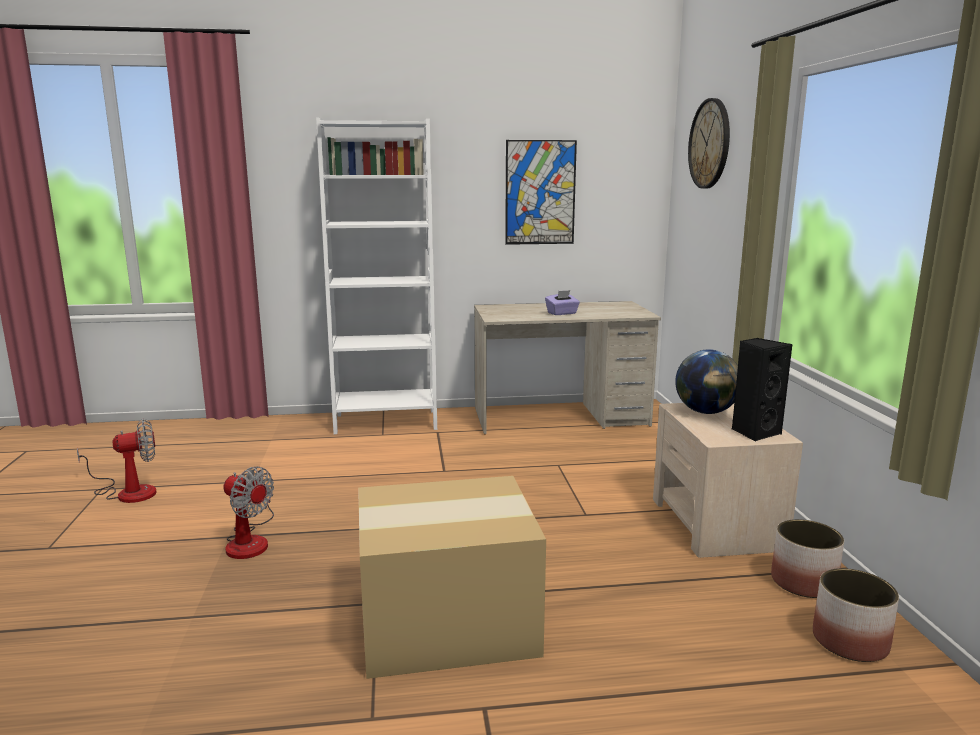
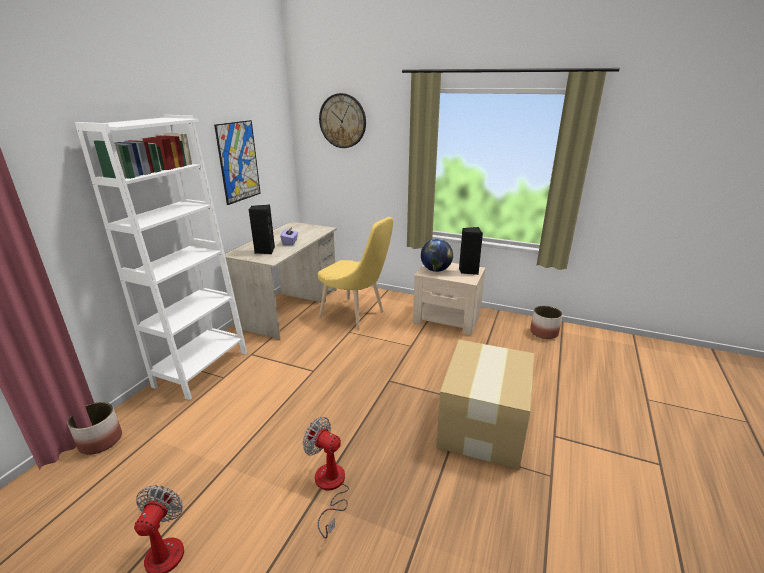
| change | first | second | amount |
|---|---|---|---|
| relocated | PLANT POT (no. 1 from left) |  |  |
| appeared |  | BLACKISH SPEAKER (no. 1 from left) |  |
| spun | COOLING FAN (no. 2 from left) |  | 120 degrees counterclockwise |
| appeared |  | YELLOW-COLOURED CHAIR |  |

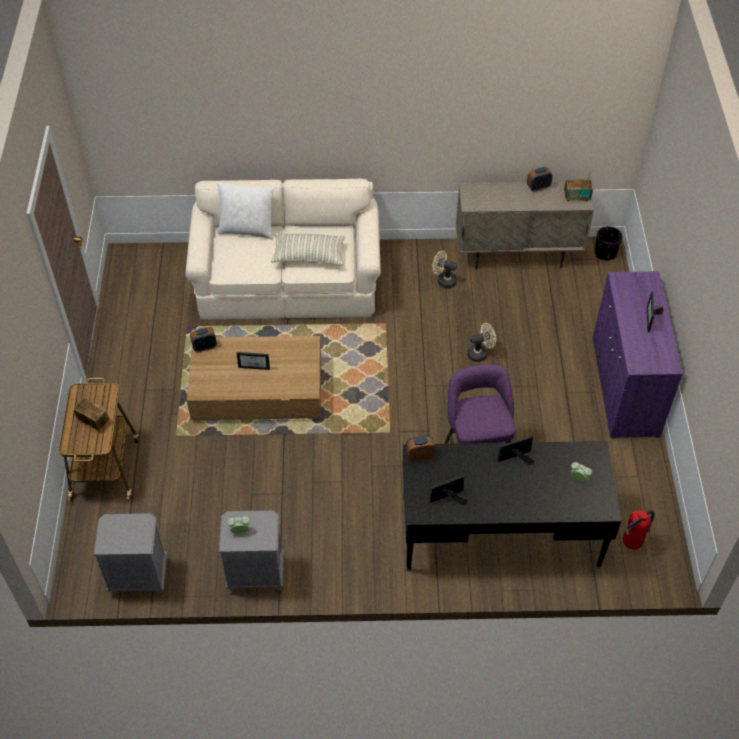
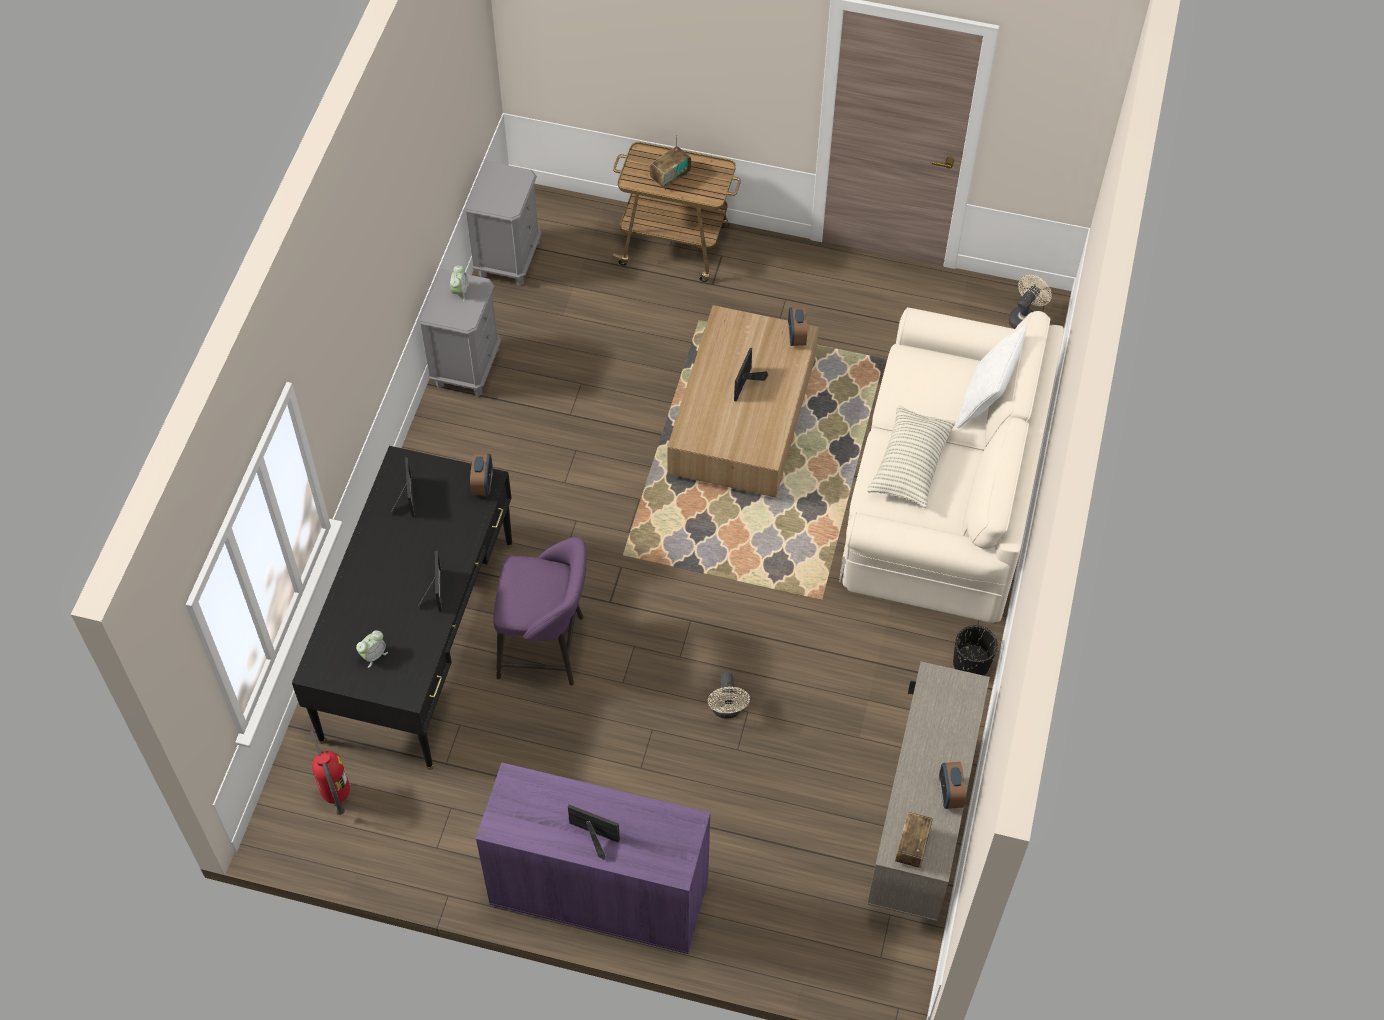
| change | first | second | amount |
|---|---|---|---|
| relocated | BLACKISH PLANT POT |  |  |
| relocated | BEIGE-COLOURED COOLING FAN (no. 1 from left in the first image) | BEIGE-COLOURED COOLING FAN (no. 2 from left) |  |

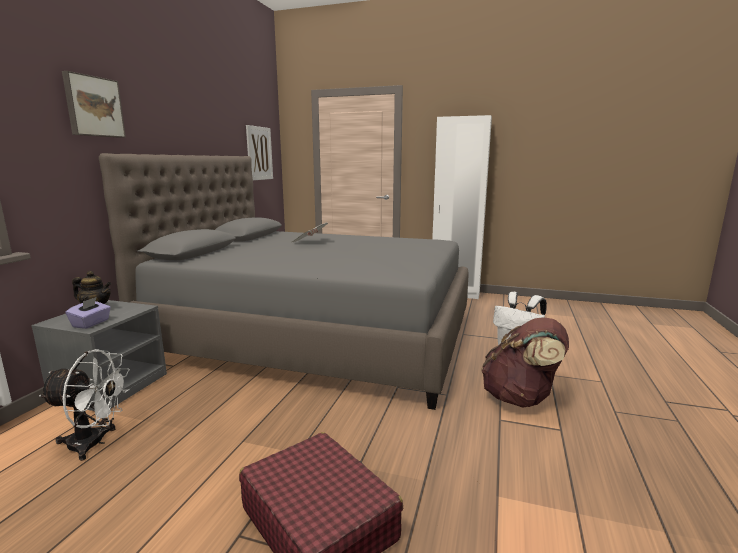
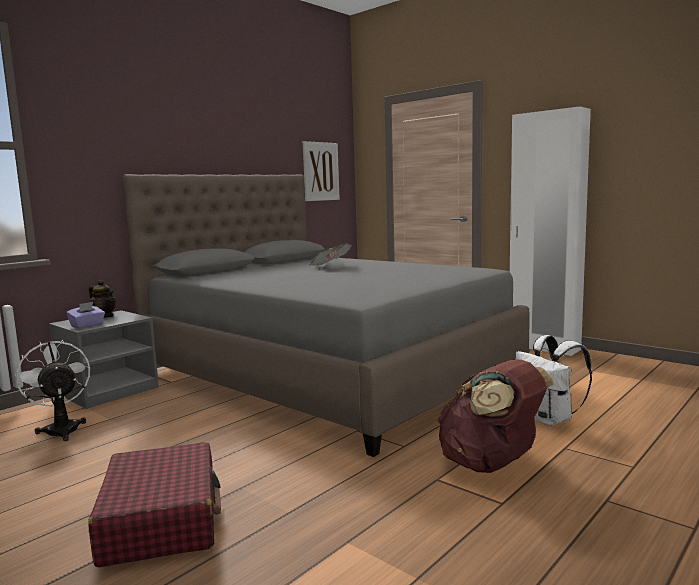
| change | first | second | amount |
|---|---|---|---|
| spun | WHITE COOLING FAN |  | 150 degrees counterclockwise |
| missing | WALL ART (no. 1 from left) |  |  |

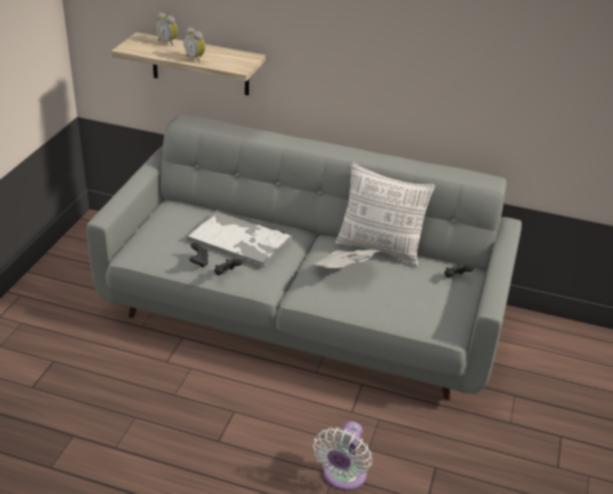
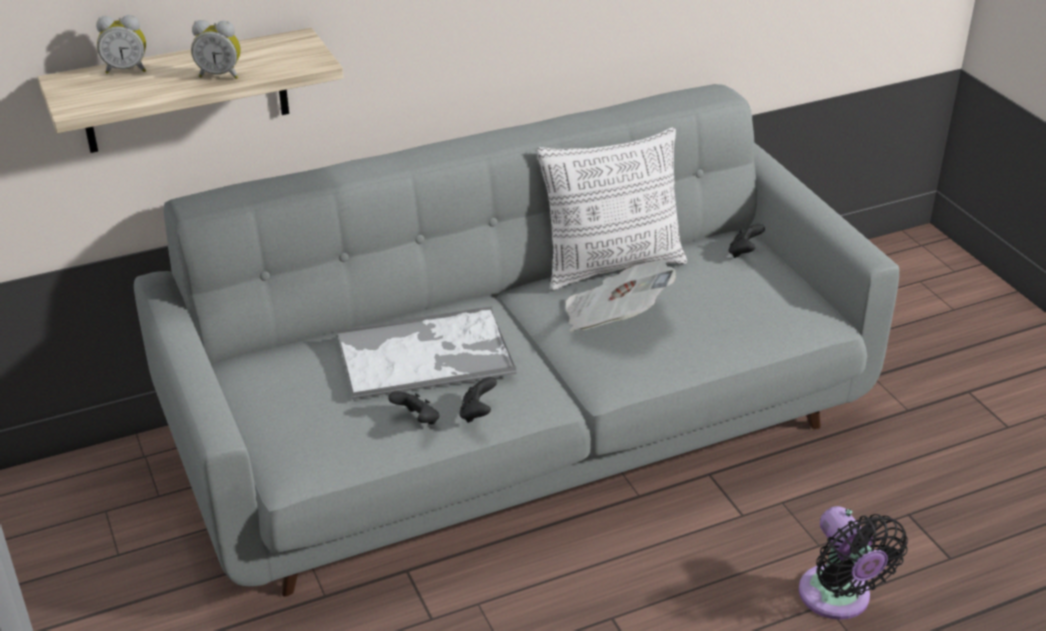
| change | first | second | amount |
|---|---|---|---|
| colour | WHITE COOLING FAN | BLACKISH COOLING FAN |  |

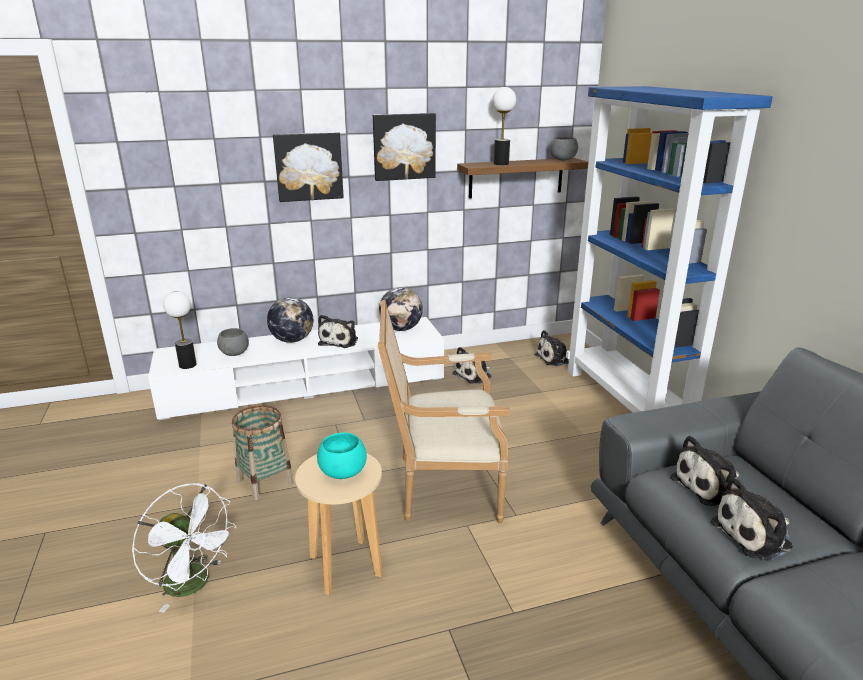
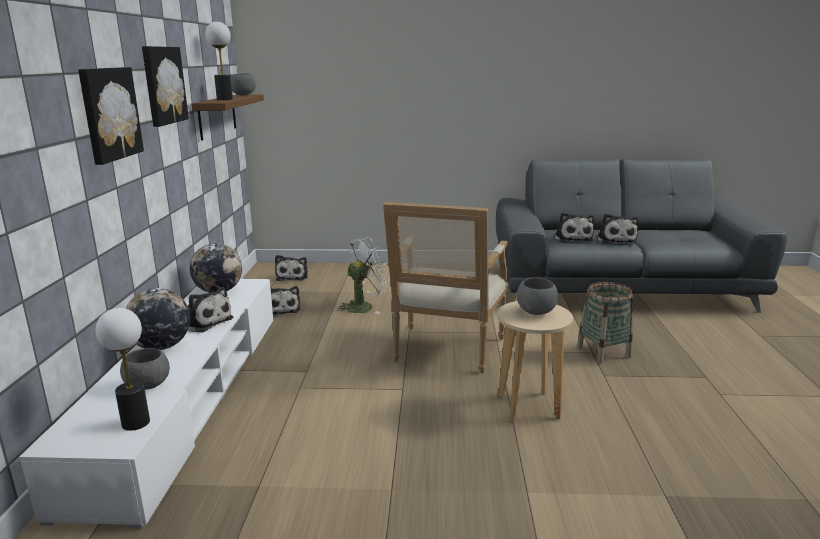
| change | first | second | amount |
|---|---|---|---|
| relocated | WHITE COOLING FAN |  |  |
| colour | TURQUOISE-COLOURED BOWL | GRAY BOWL (no. 3 from left) |  |
| relocated | BASKET |  |  |
| missing | BLUISH BOOKCASE |  |  |

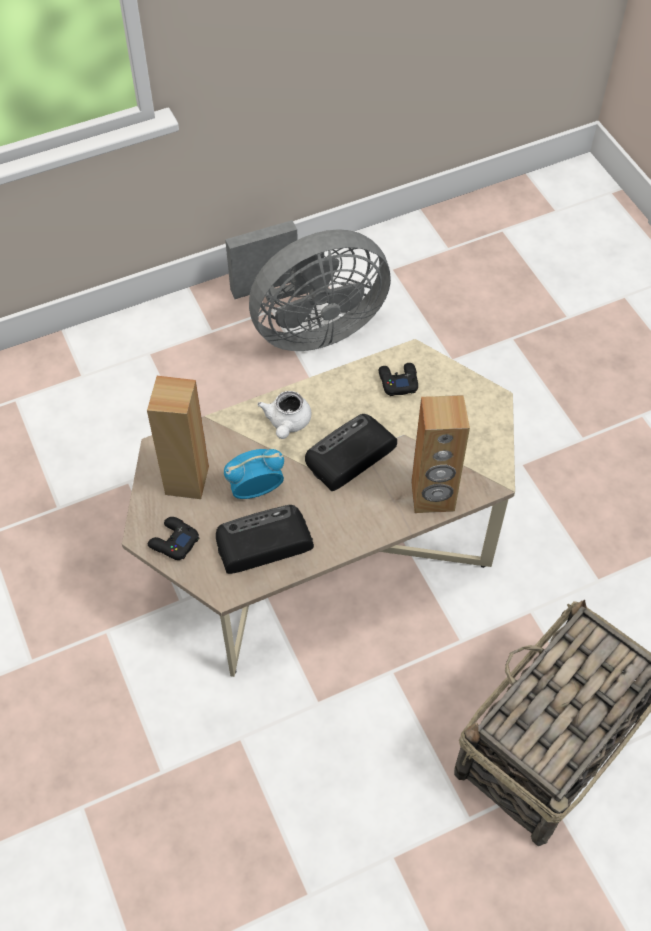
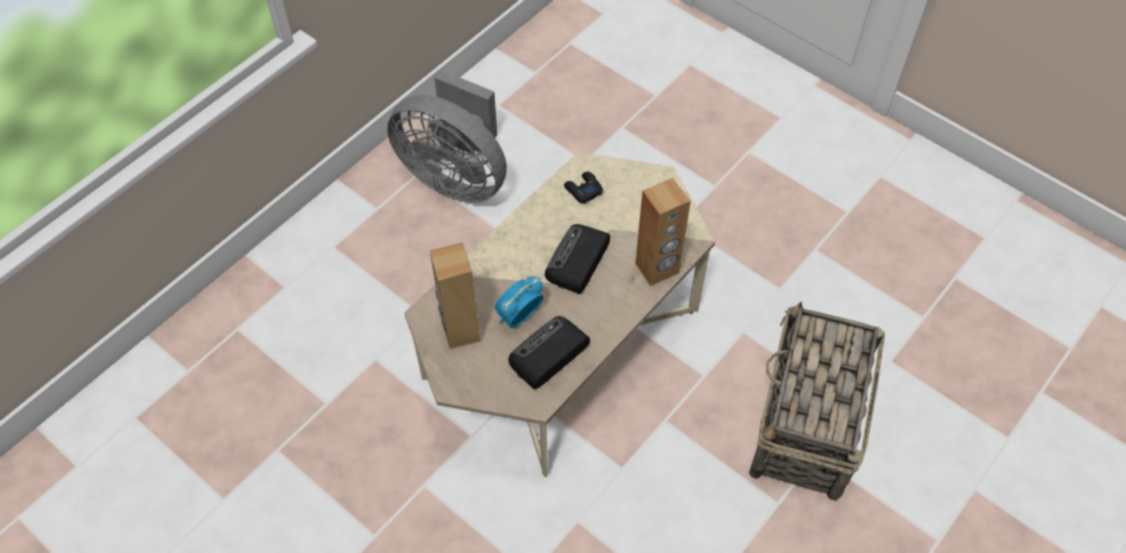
| change | first | second | amount |
|---|---|---|---|
| spun | GRAY COOLING FAN |  | 75 degrees clockwise |
| missing | BLACKISH GAMEPAD (no. 1 from left) |  |  |
| missing | WHITE TEA POT |  |  |

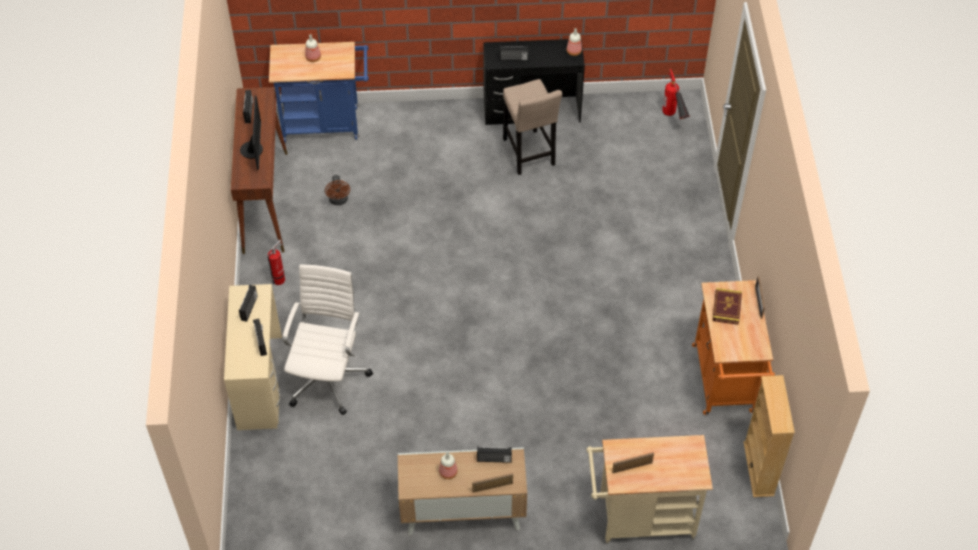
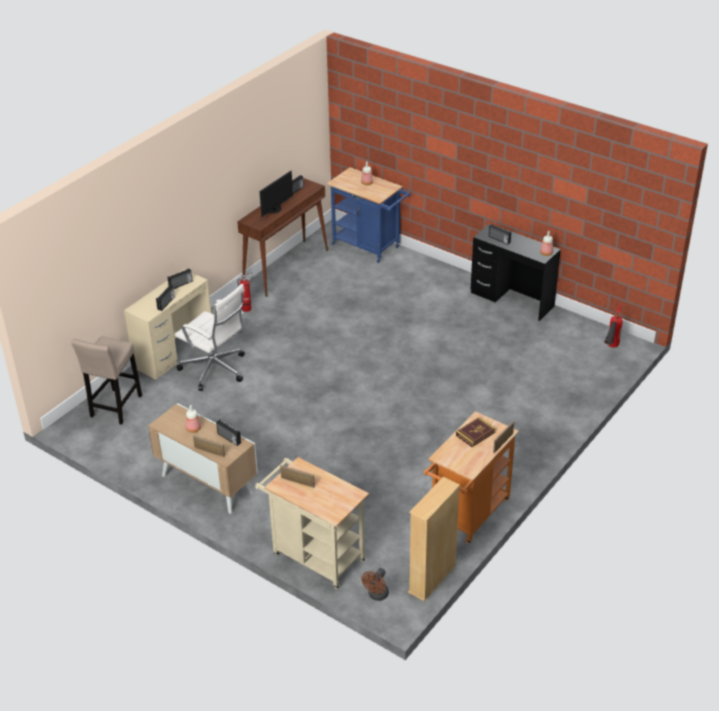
| change | first | second | amount |
|---|---|---|---|
| relocated | BEIGE-COLOURED SITTING STOOL |  |  |
| spun | WHITE COMPUTER CHAIR |  | 75 degrees clockwise |
| relocated | BROWN-COLOURED COOLING FAN |  |  |

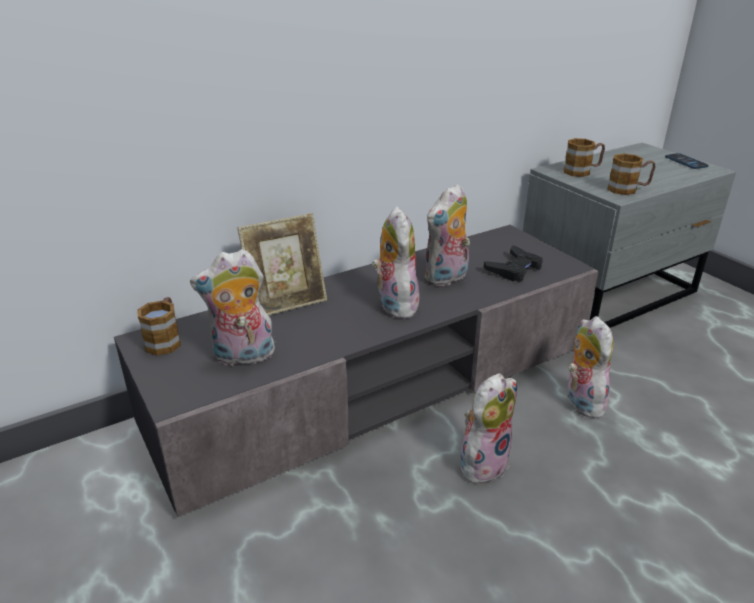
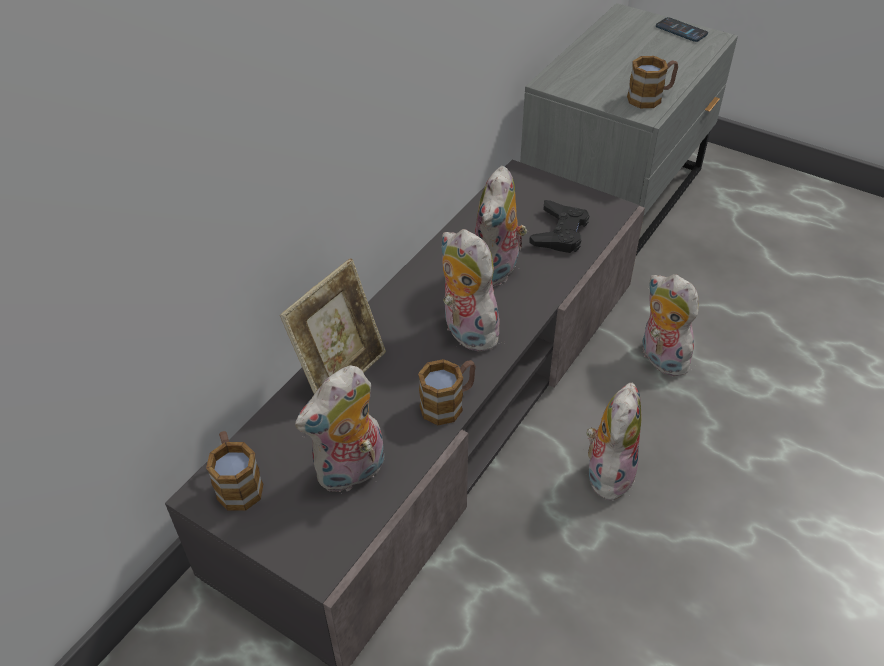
| change | first | second | amount |
|---|---|---|---|
| relocated | MUG (no. 2 from left) |  |  |

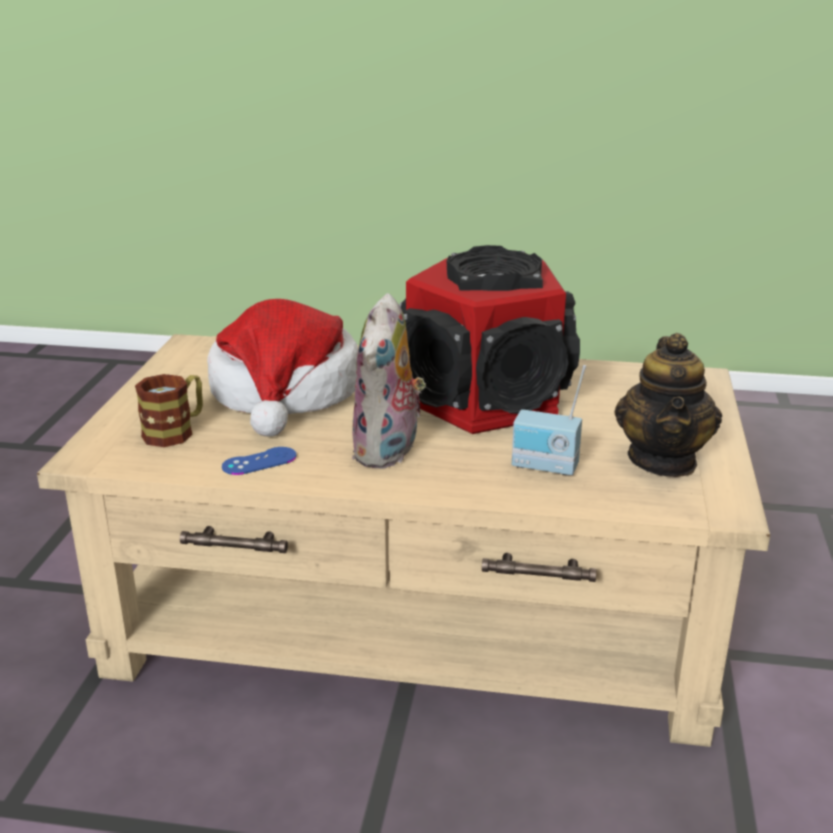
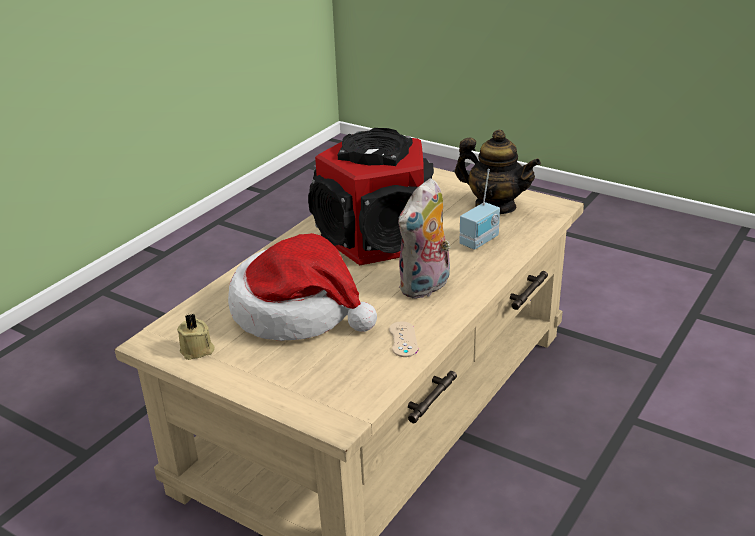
| change | first | second | amount |
|---|---|---|---|
| appeared |  | BEIGE-COLOURED CANDLE |  |
| colour | BLUISH GAMEPAD | BEIGE-COLOURED GAMEPAD |  |
| spun | CUDDLY TOY |  | 90 degrees clockwise |
| missing | MUG |  |  |

